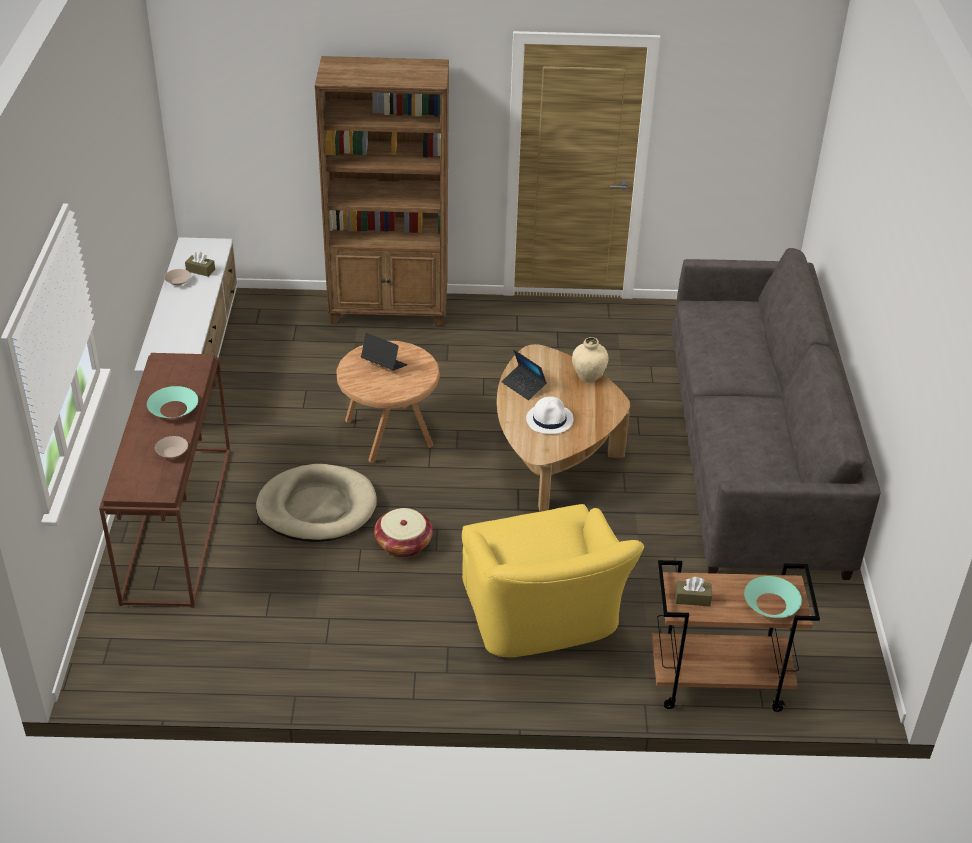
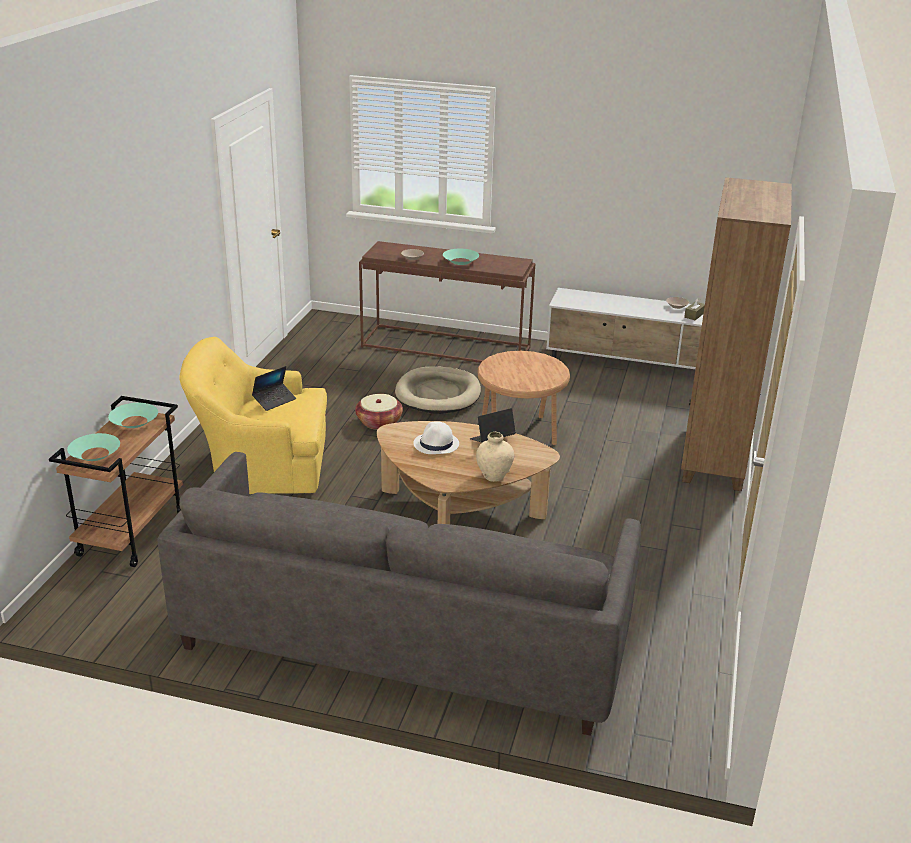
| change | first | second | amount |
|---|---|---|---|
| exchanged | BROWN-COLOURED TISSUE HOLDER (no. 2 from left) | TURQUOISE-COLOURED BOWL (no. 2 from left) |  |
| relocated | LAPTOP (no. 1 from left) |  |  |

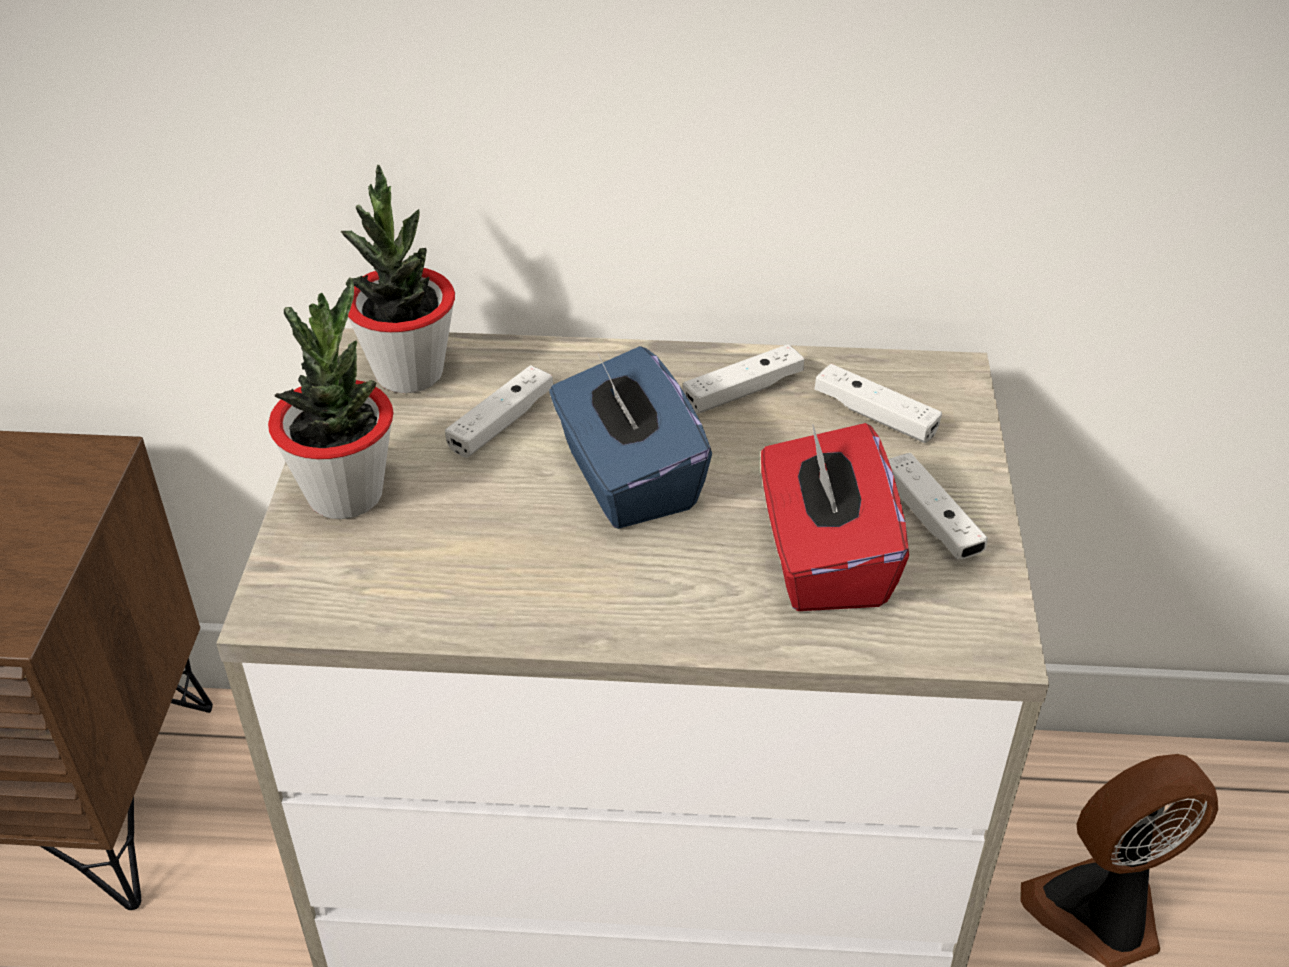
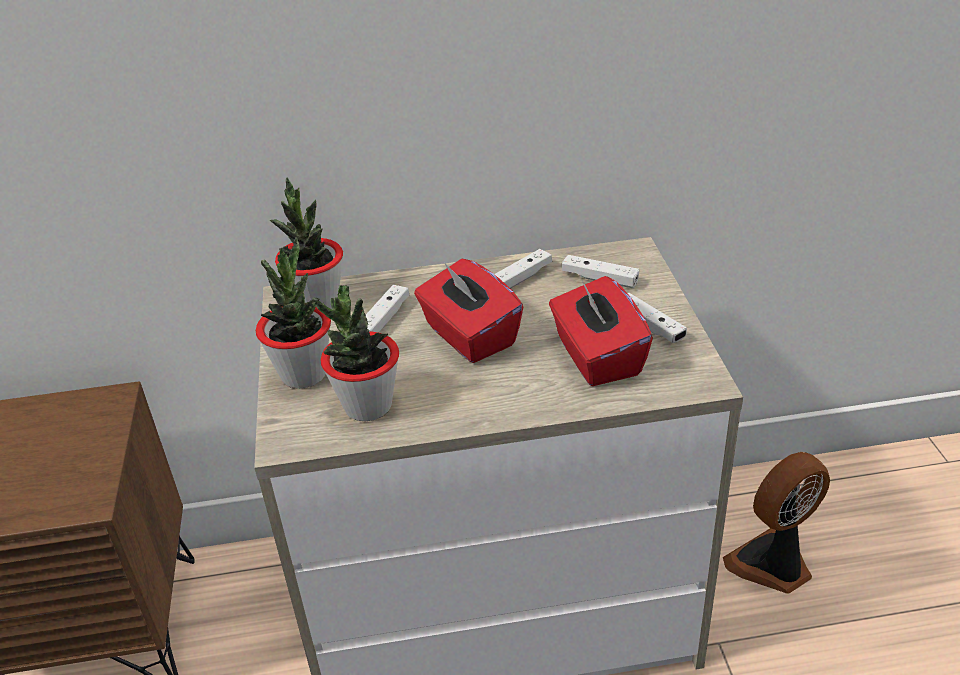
| change | first | second | amount |
|---|---|---|---|
| appeared |  | PLANT IN A POT (no. 3 from left) |  |
| colour | BLUISH TISSUE HOLDER | RED TISSUE HOLDER (no. 1 from left) |  |

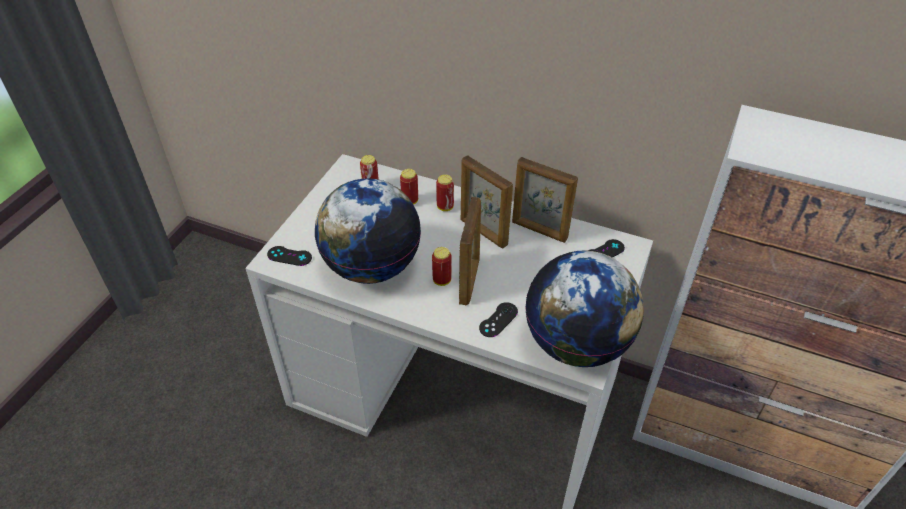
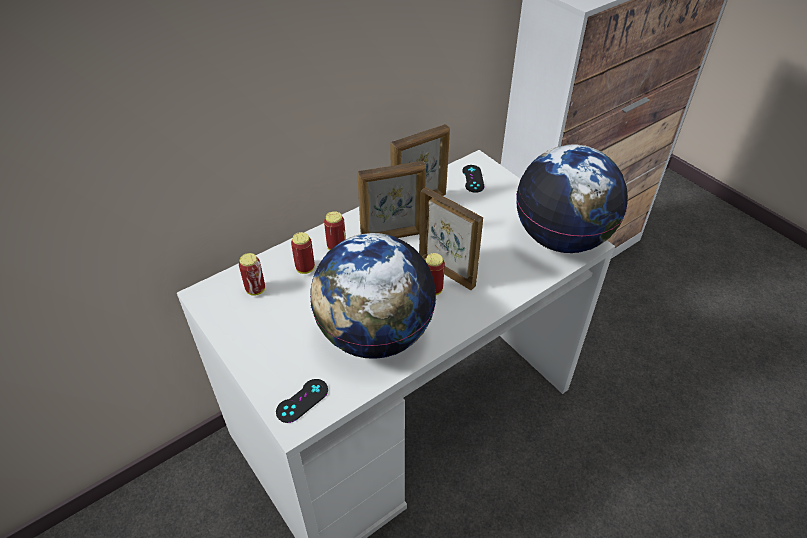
| change | first | second | amount |
|---|---|---|---|
| missing | BLACKISH GAMEPAD (no. 2 from left) |  |  |

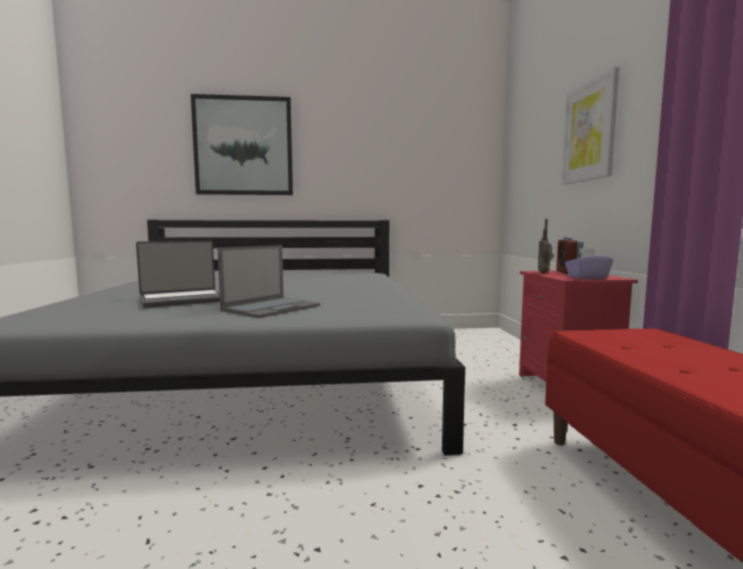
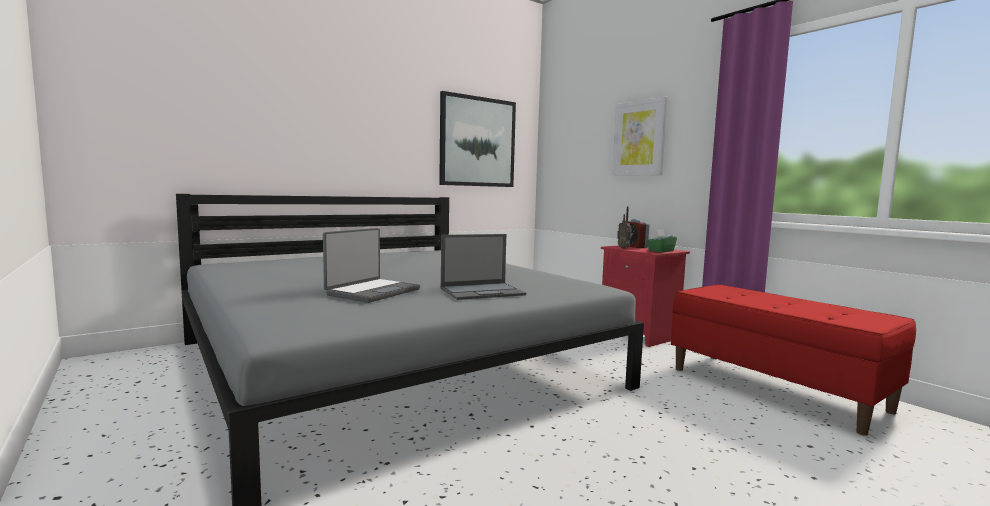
| change | first | second | amount |
|---|---|---|---|
| relocated | WALL ART (no. 1 from left) |  |  |
| spun | LAPTOP (no. 2 from left) |  | 60 degrees clockwise |
| colour | PURPLISH TISSUE HOLDER | GREEN-COLOURED TISSUE HOLDER |  |

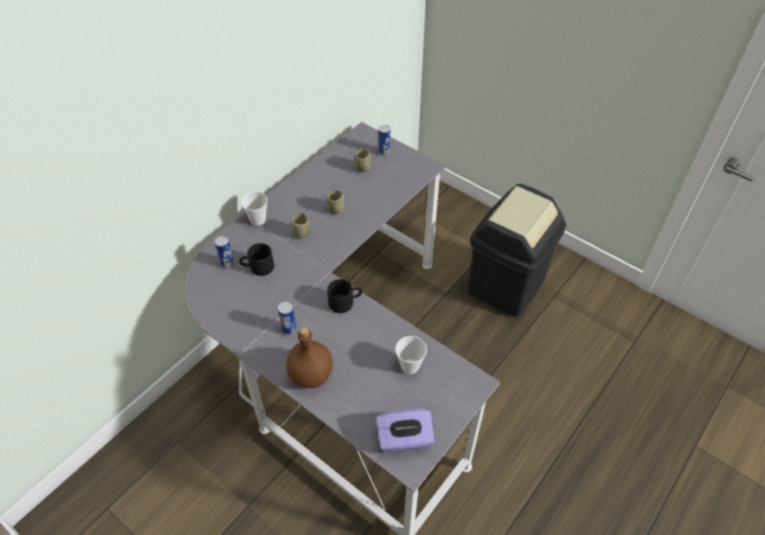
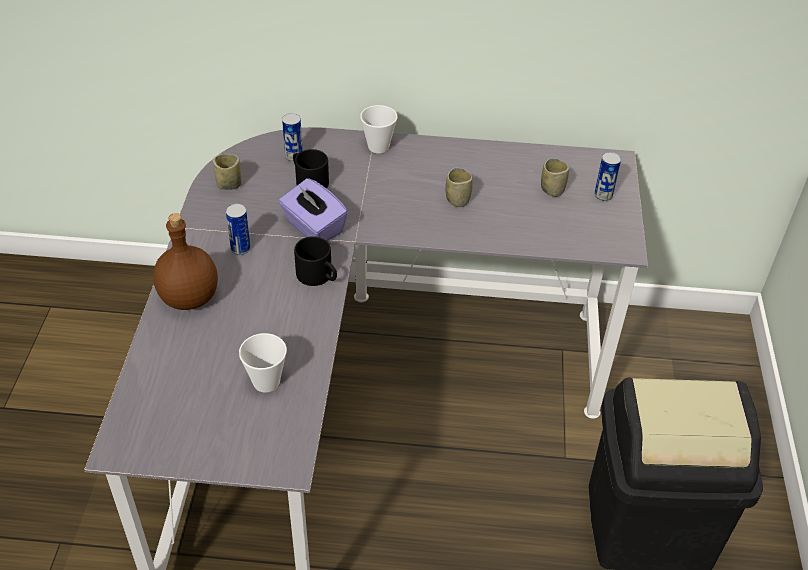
| change | first | second | amount |
|---|---|---|---|
| relocated | SMALL CUP (no. 2 from left in the first image) | SMALL CUP (no. 1 from left) |  |
| relocated | PURPLISH TISSUE HOLDER |  |  |

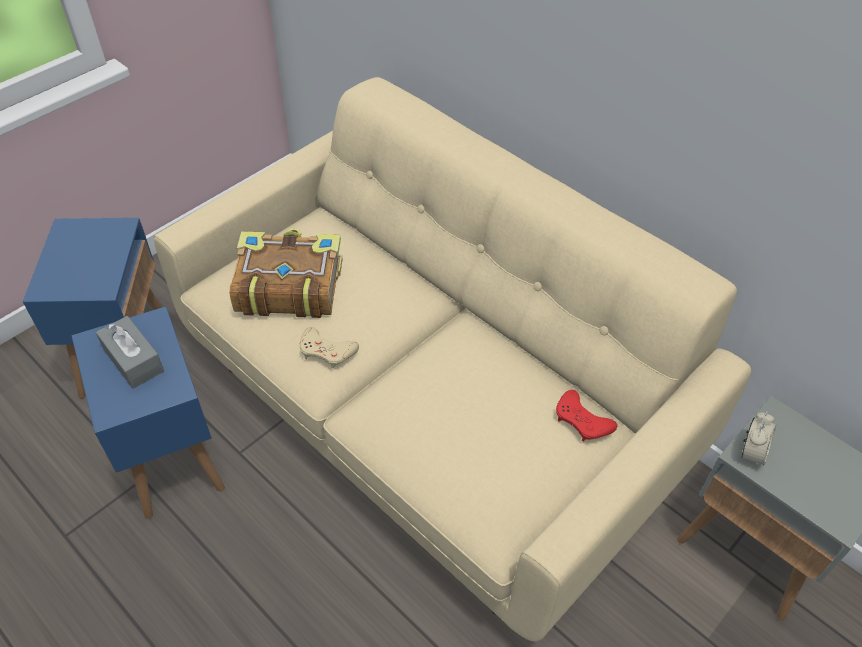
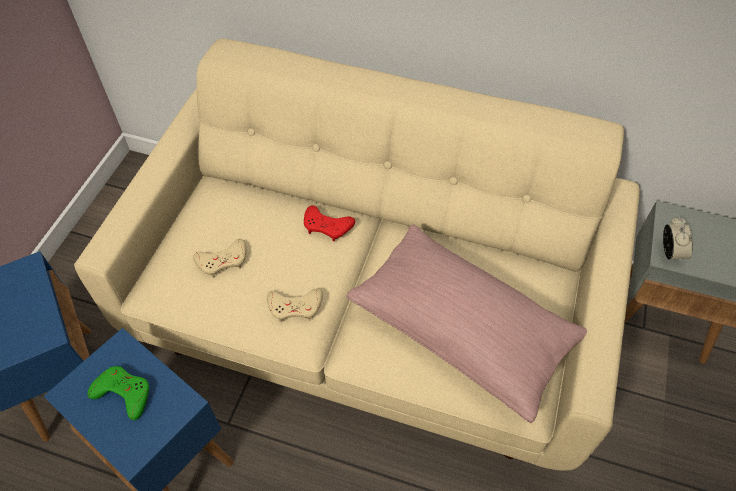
| change | first | second | amount |
|---|---|---|---|
| exchanged | GRAY TISSUE HOLDER | GREEN-COLOURED GAMEPAD |  |
| exchanged | BOUND BOOK | BEIGE-COLOURED GAMEPAD (no. 1 from left) |  |
| relocated | RED GAMEPAD |  |  |
| appeared |  | PINK THROW PILLOW |  |

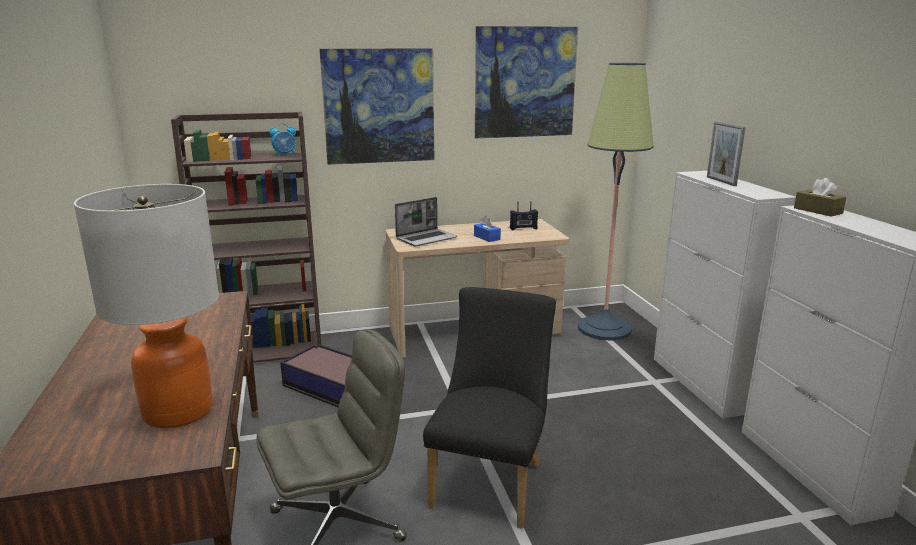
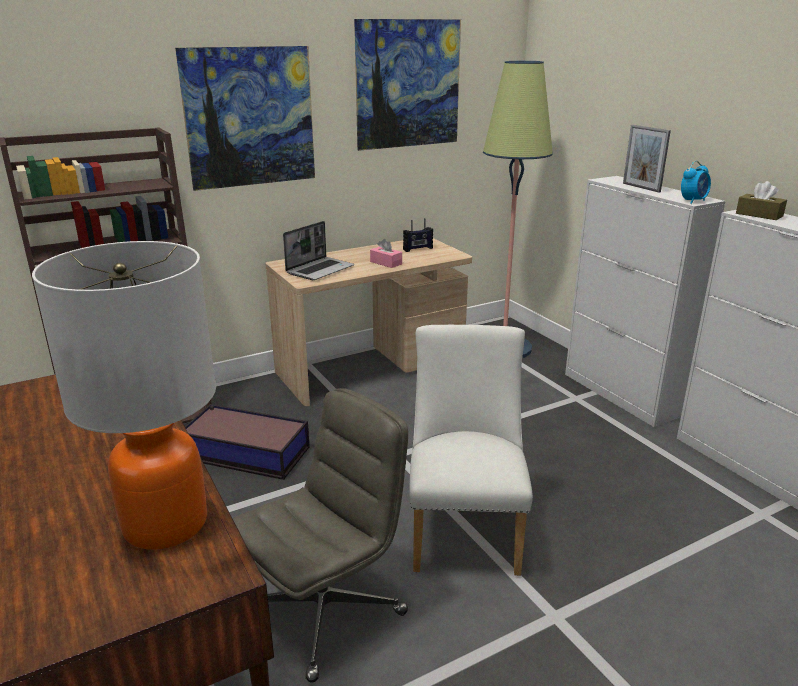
| change | first | second | amount |
|---|---|---|---|
| colour | BLUISH TISSUE HOLDER | PINK TISSUE HOLDER |  |
| colour | BLACKISH CHAIR | WHITE CHAIR |  |
| relocated | BEDSIDE CLOCK |  |  |

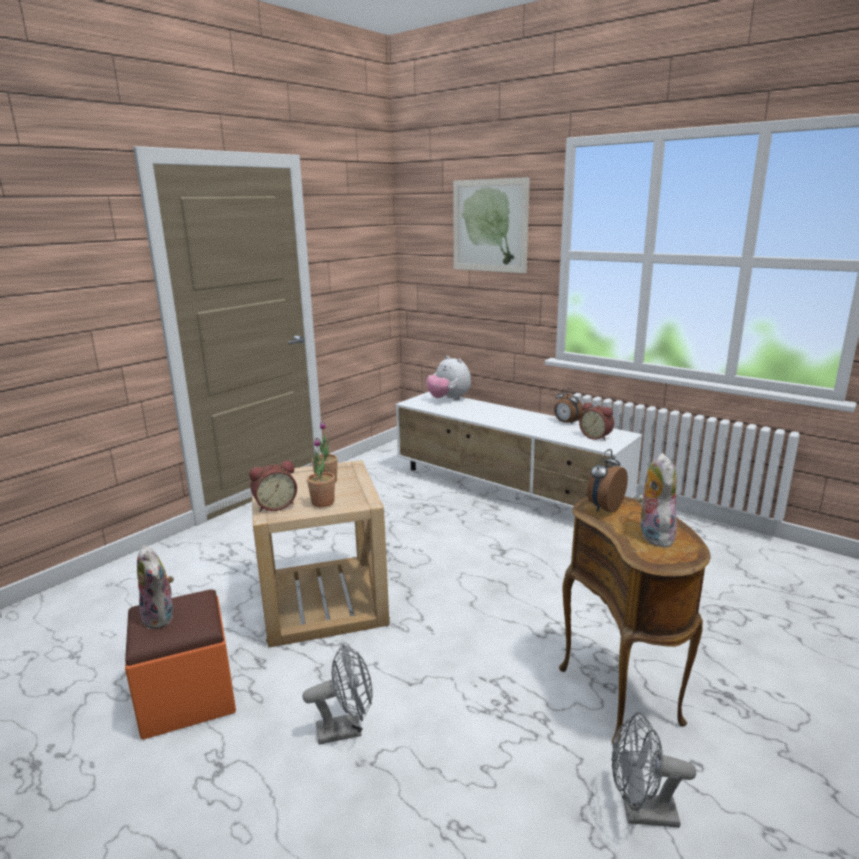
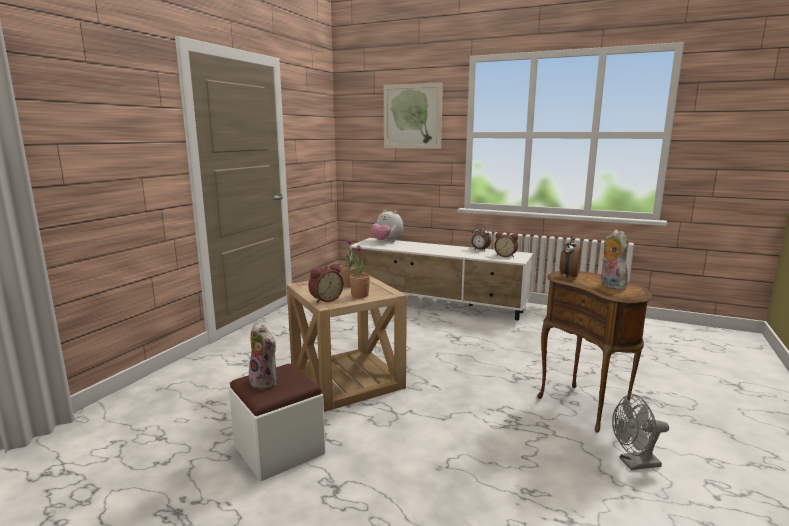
| change | first | second | amount |
|---|---|---|---|
| colour | ORANGEY FOOTREST | WHITE FOOTREST |  |
| missing | GRAY COOLING FAN (no. 1 from left) |  |  |

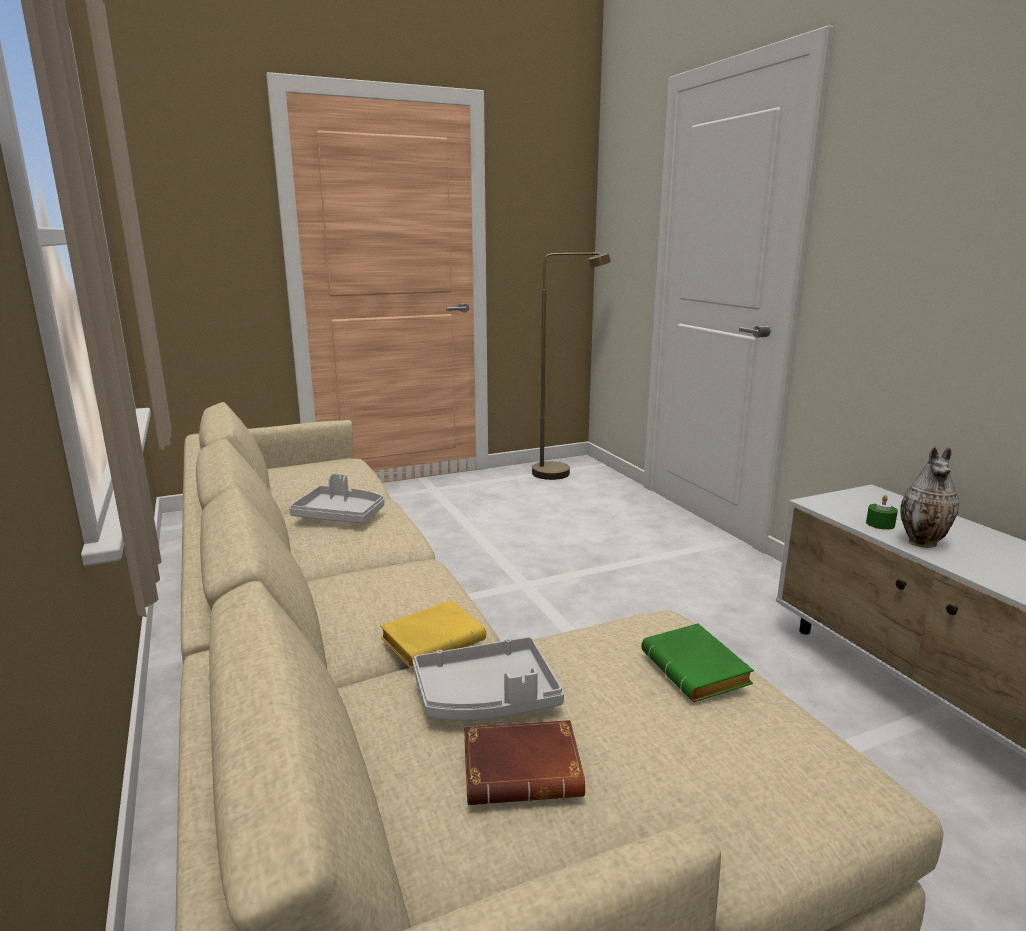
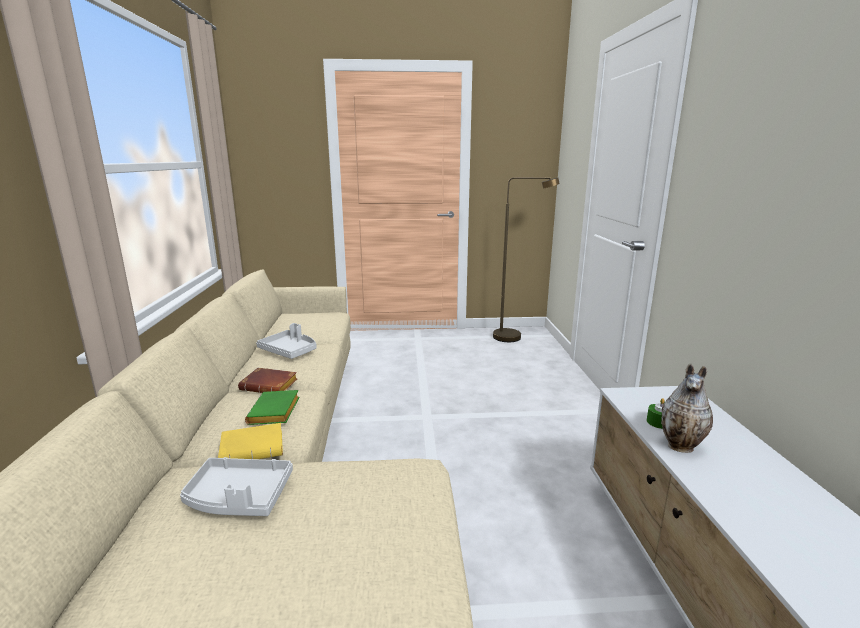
| change | first | second | amount |
|---|---|---|---|
| relocated | BROWN-COLOURED BOUND BOOK |  |  |
| relocated | GREEN-COLOURED BOUND BOOK |  |  |

